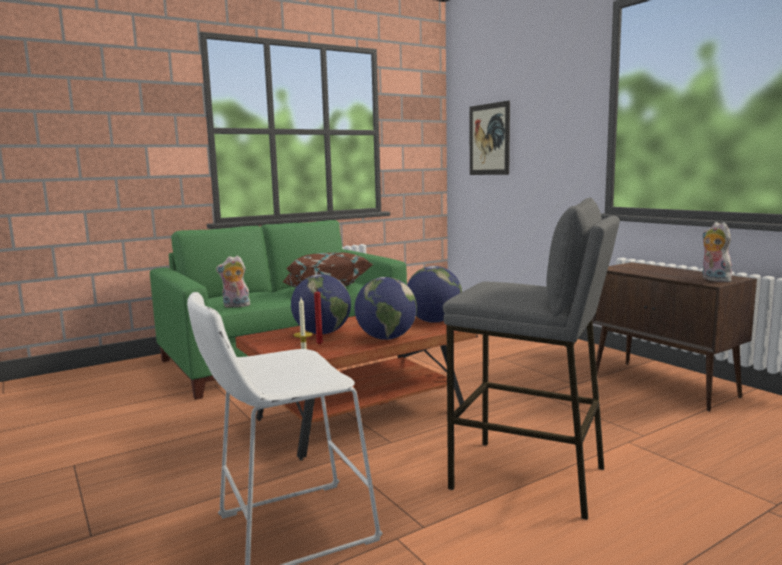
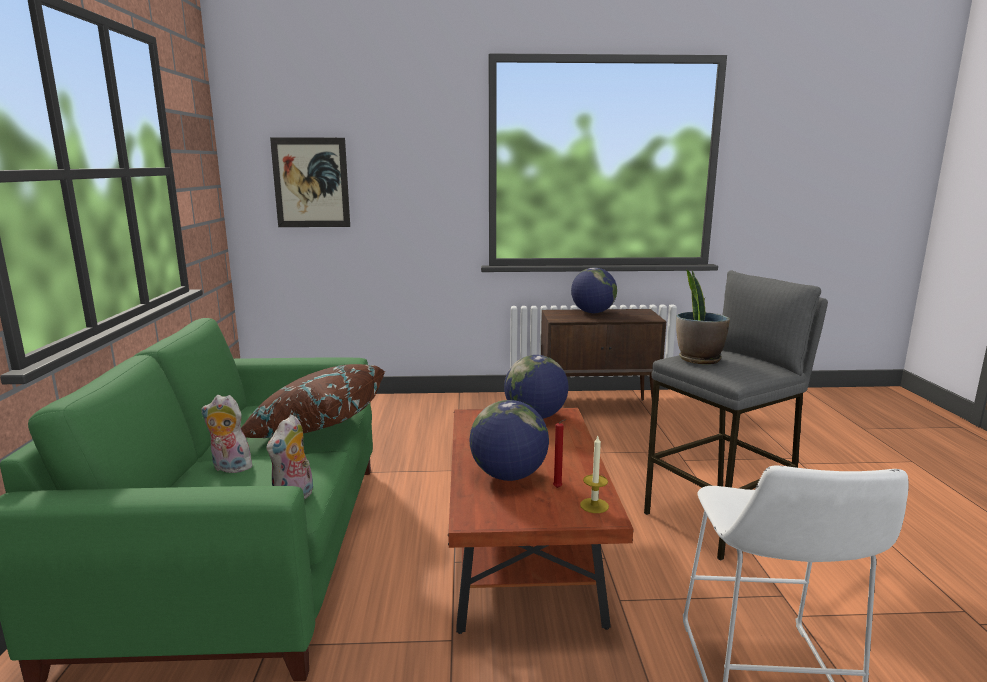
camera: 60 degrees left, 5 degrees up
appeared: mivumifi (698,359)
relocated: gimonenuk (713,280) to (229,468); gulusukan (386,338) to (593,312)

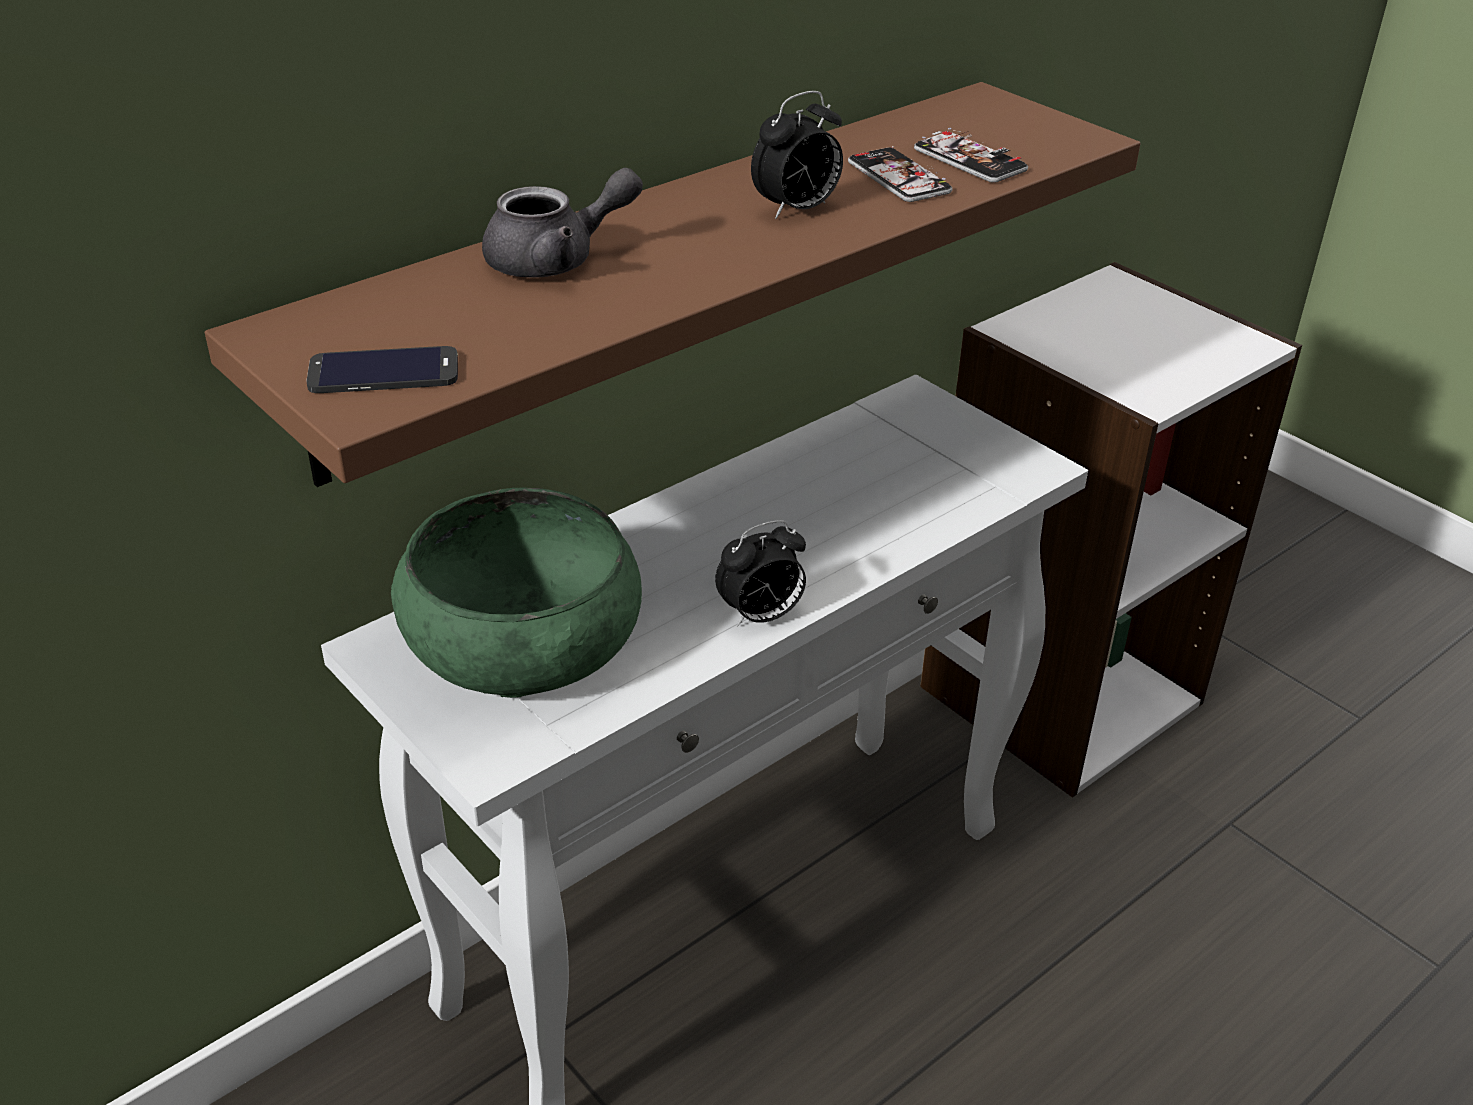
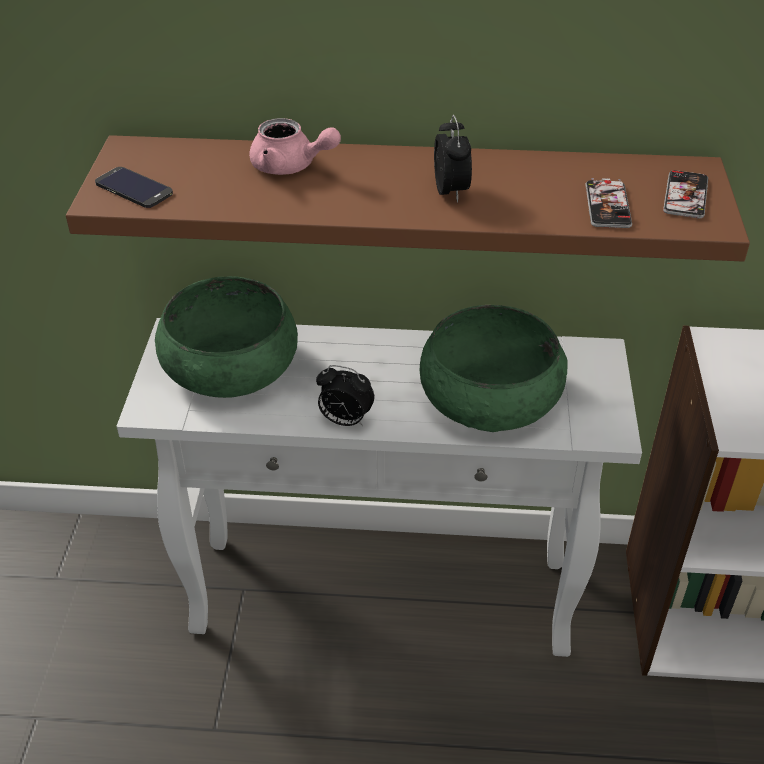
camera: 45 degrees right, 5 degrees up
appeared: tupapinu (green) (490,396)
relocated: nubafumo (898,177) to (685,195)
colour: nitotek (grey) (556,260) to nitotek (pink) (290,166)
spun: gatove (796,210) = (451,192) 105 degrees counterclockwise

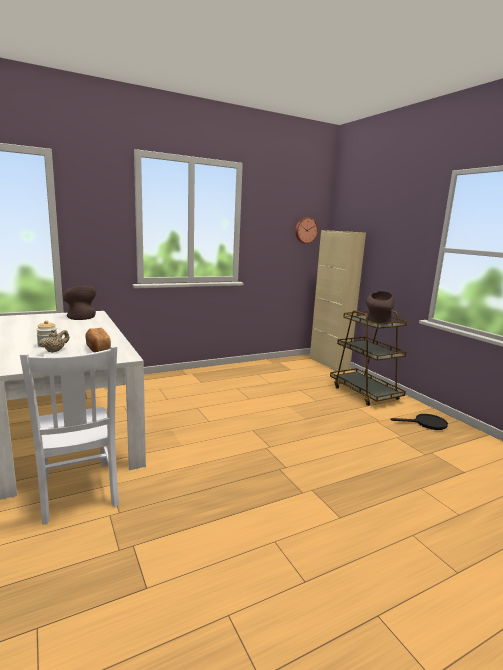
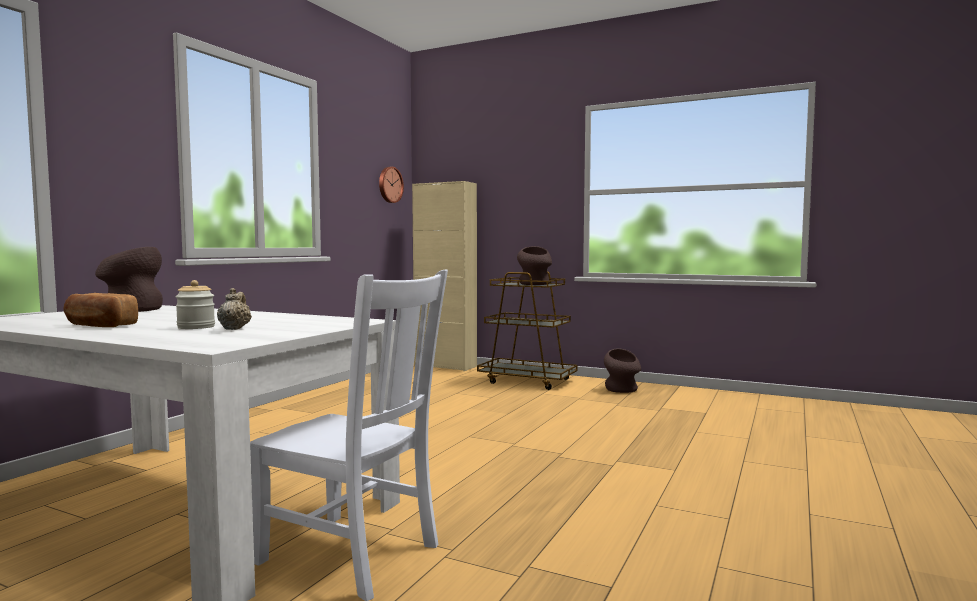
camera: 35 degrees left, 10 degrees down
relocated: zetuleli (97,348) to (99,325)
exchanged: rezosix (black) (426,423) to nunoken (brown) (622,390)

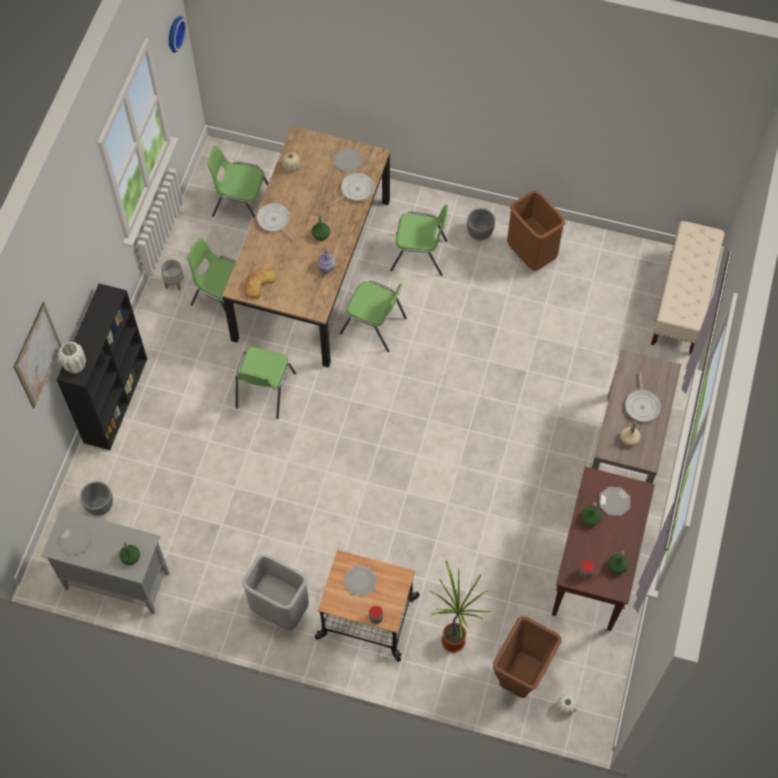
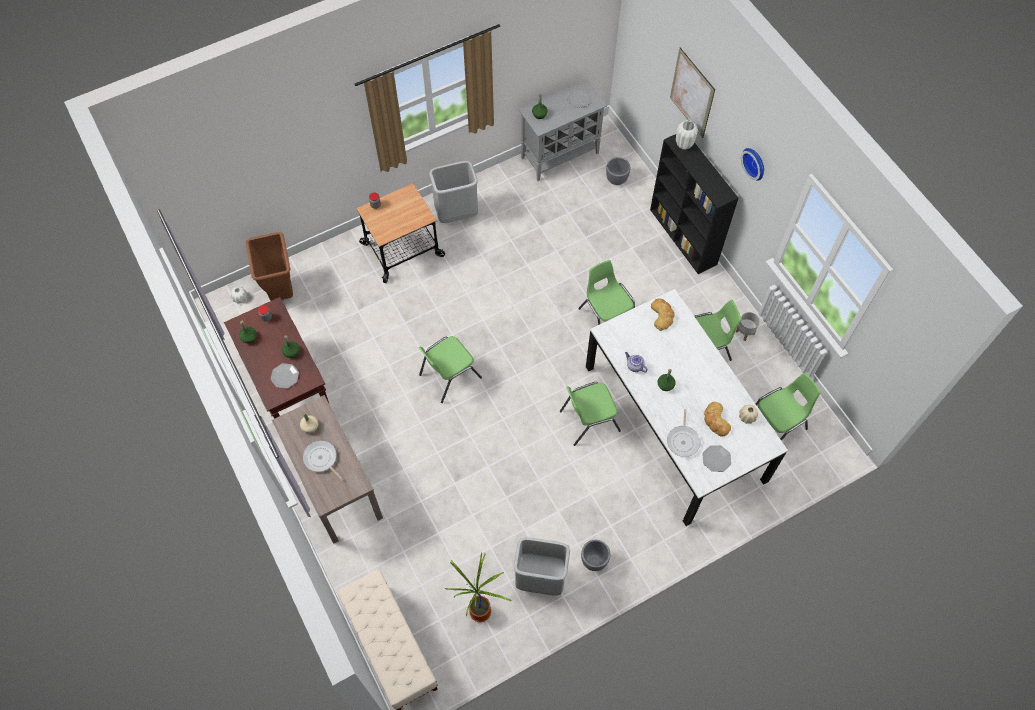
camera: 135 degrees right, 0 degrees up
missing: rezosix (275,221); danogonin (360,581)
appeared: zetuleli (716,420)
relocated: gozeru (174,33) to (755,163); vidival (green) (420,255) to (449,376); mivumifi (453,639) to (481,613)
colour: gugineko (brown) (312,269) to gugineko (white) (673,422); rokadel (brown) (531,254) to rokadel (grey) (540,580)

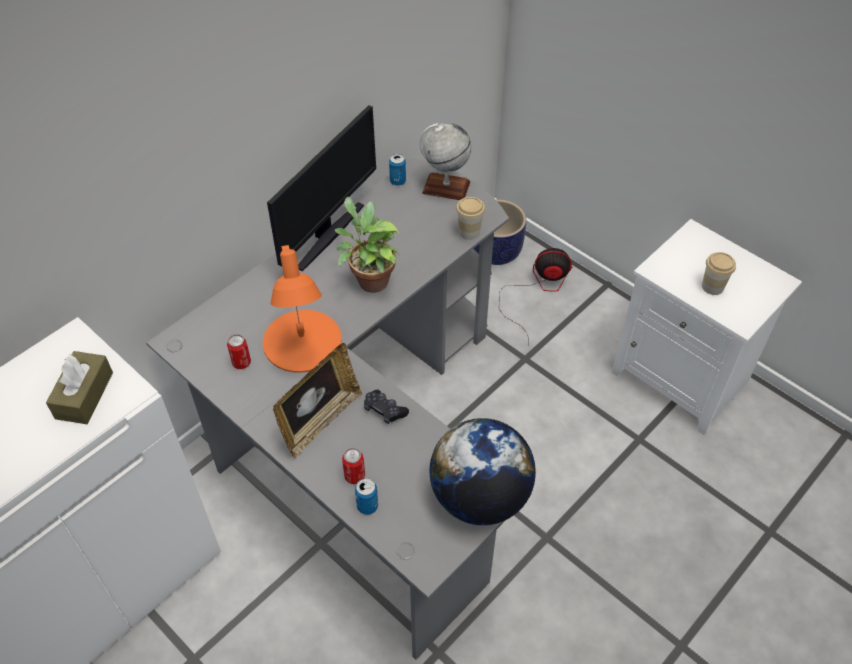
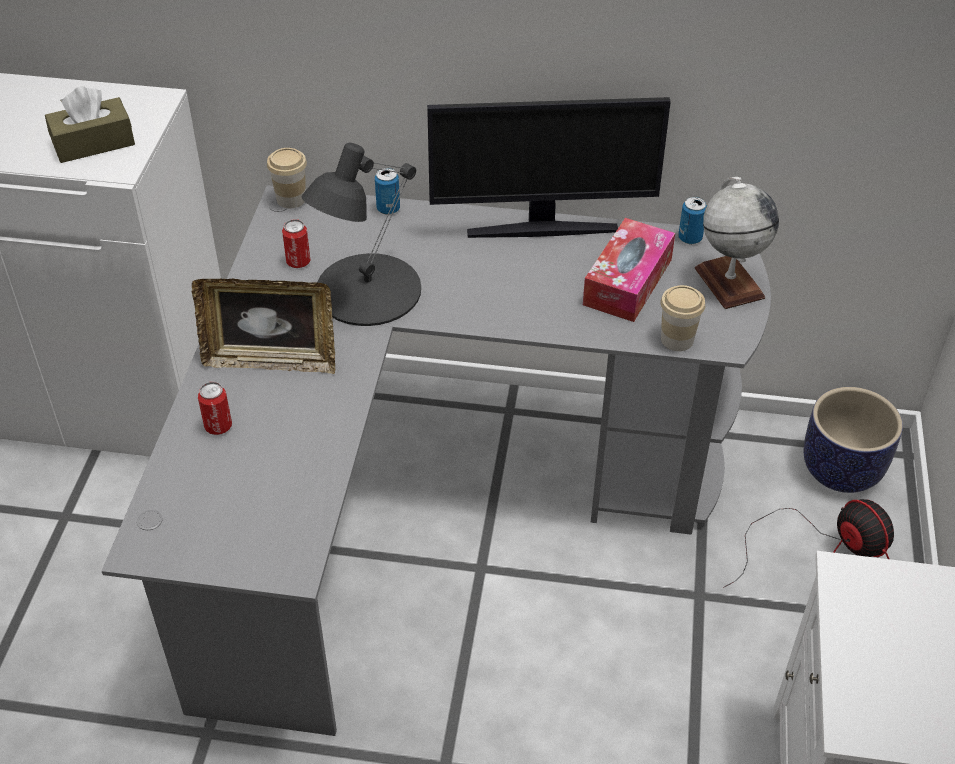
camera: 55 degrees right, 5 degrees down
missing: mivumifi (370,280); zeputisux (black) (384,410); gulusukan (479,497)
appeared: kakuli (627,282)
relocated: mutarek (712,287) to (291,199); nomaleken (367,506) to (388,209)
colour: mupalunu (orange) (301,342) to mupalunu (black) (366,290)

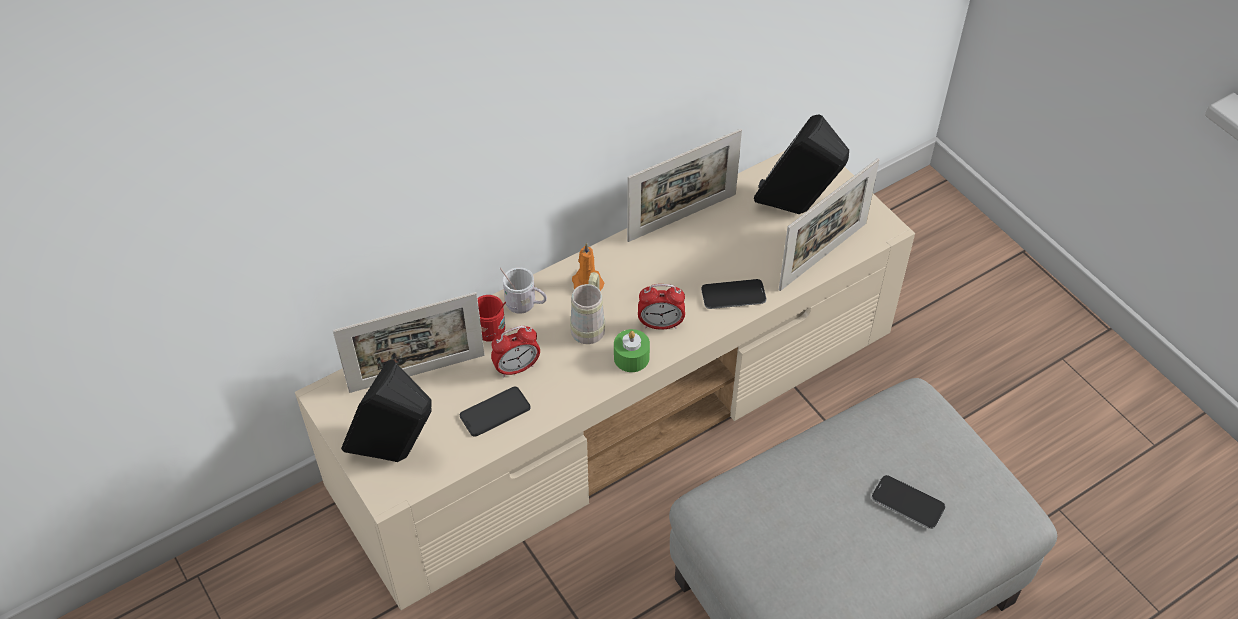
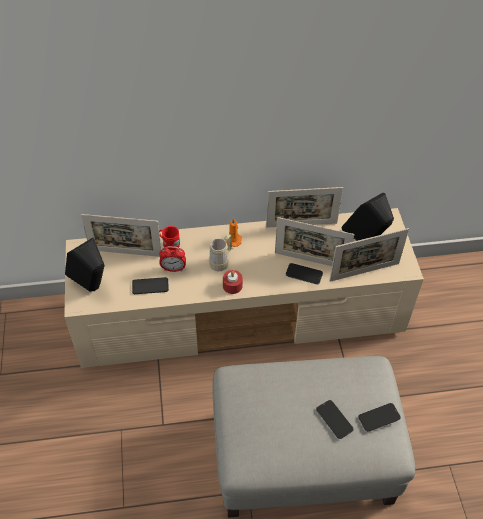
camera: 25 degrees right, 0 degrees up
missing: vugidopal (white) (525,305); gatove (660,324)
appeared: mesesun (310,261); nubafumo (379,417)
colour: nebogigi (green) (631,357) to nebogigi (red) (232,285)

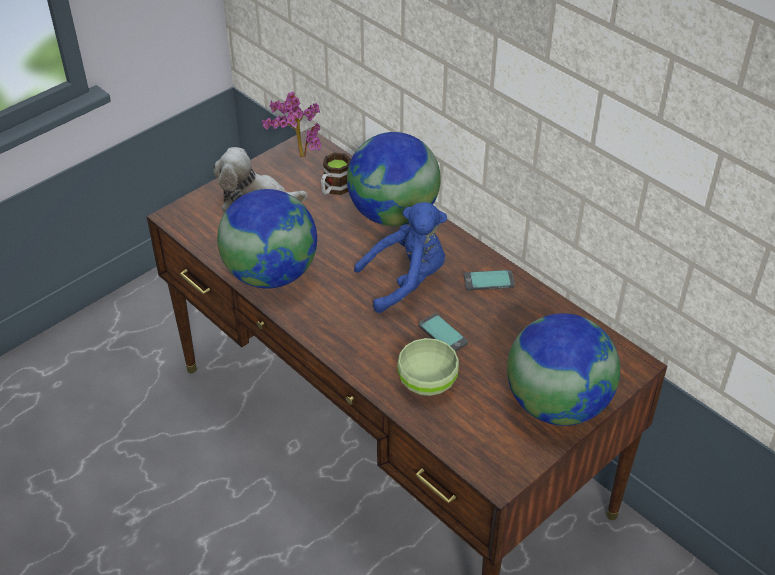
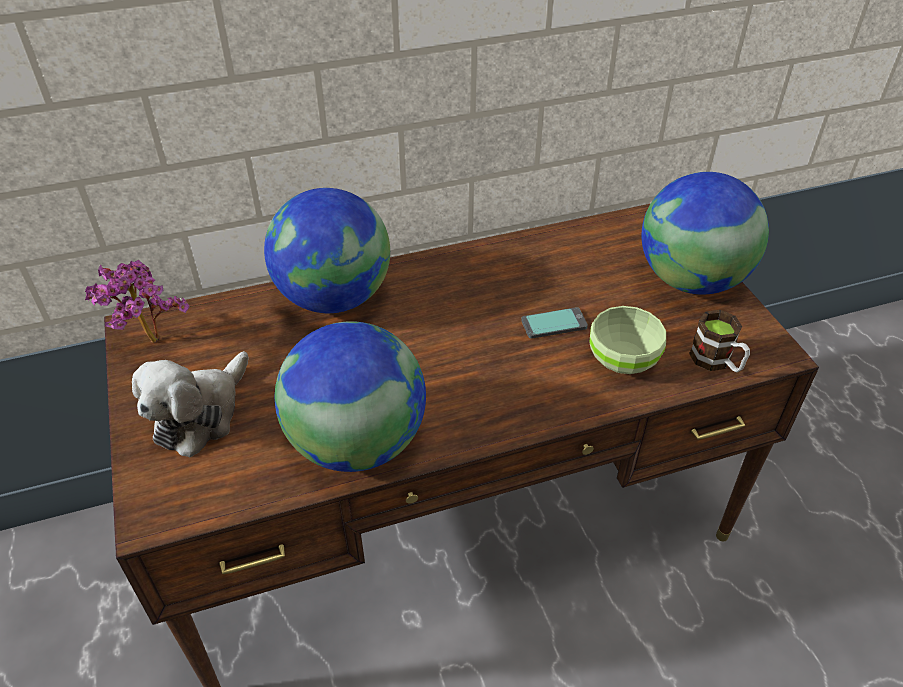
camera: 65 degrees left, 0 degrees up
missing: gimonenuk (blue) (406,281); nubafumo (488,281)
relocated: vugidopal (334,189) to (716,362)

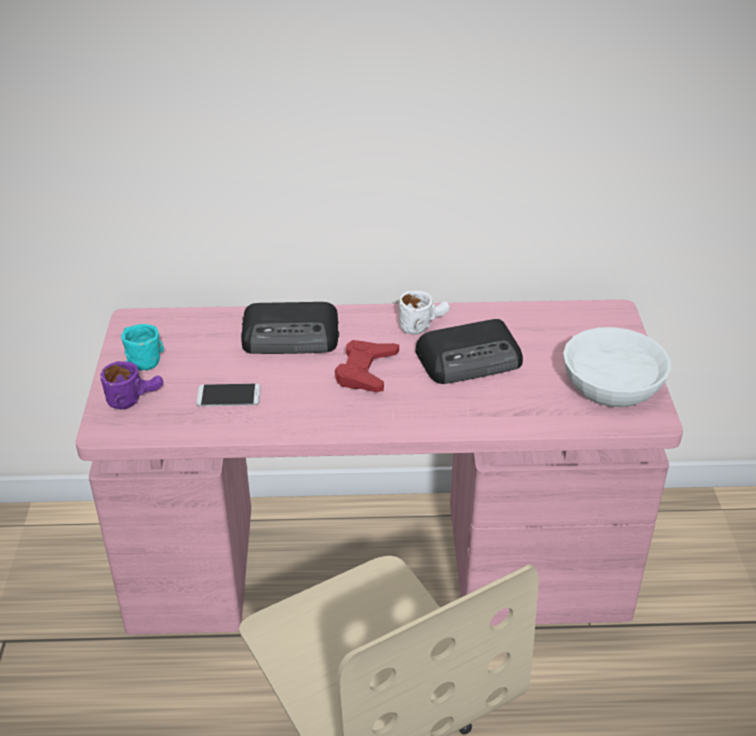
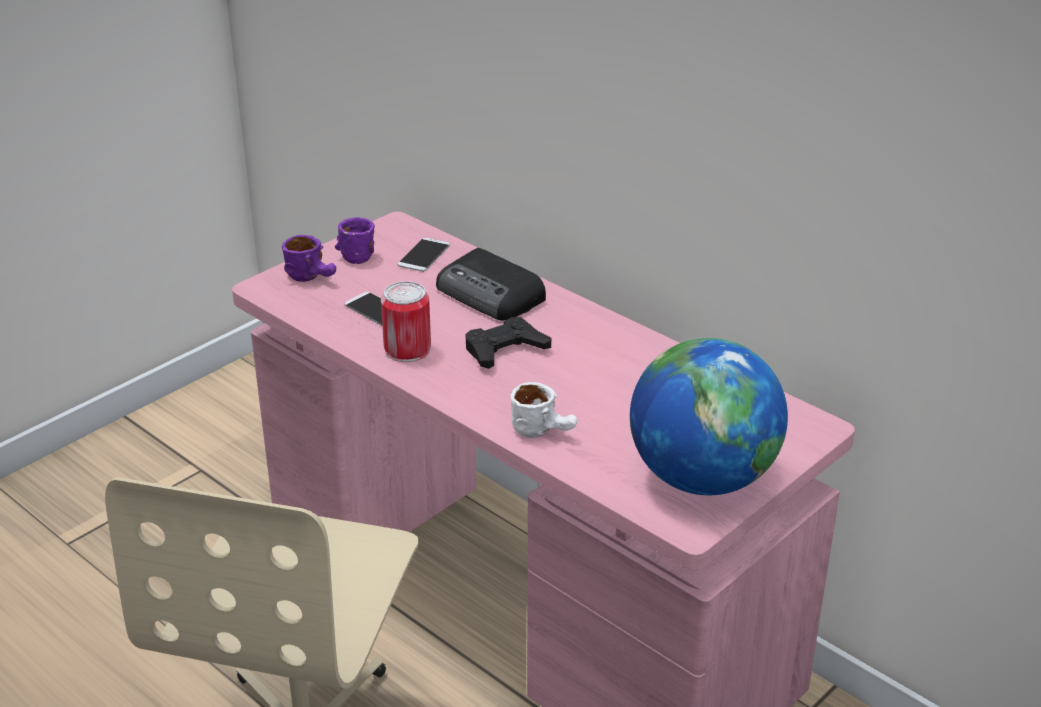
camera: 45 degrees right, 5 degrees down
missing: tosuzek (471,359)
appeared: nubafumo (424,255); nomaleken (407,349)
relocated: vugidopal (white) (423,324) to (544,431)
exchanged: tupapinu (white) (611,383) to gulusukan (702,478)
colour: vugidopal (turquoise) (138,358) to vugidopal (purple) (358,252); zeputisux (red) (366,371) to zeputisux (black) (505,350)

